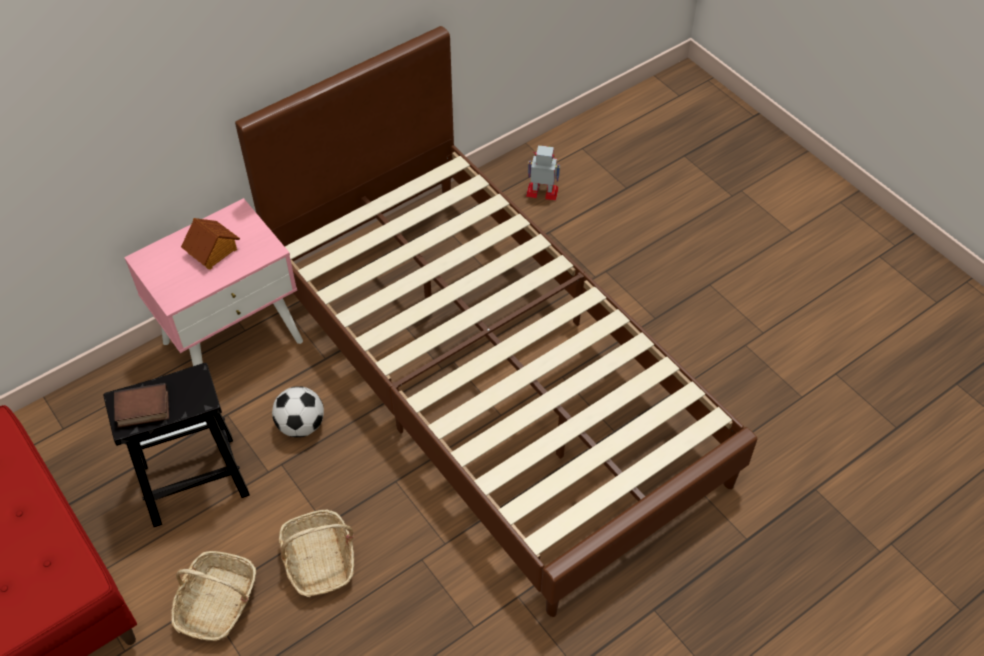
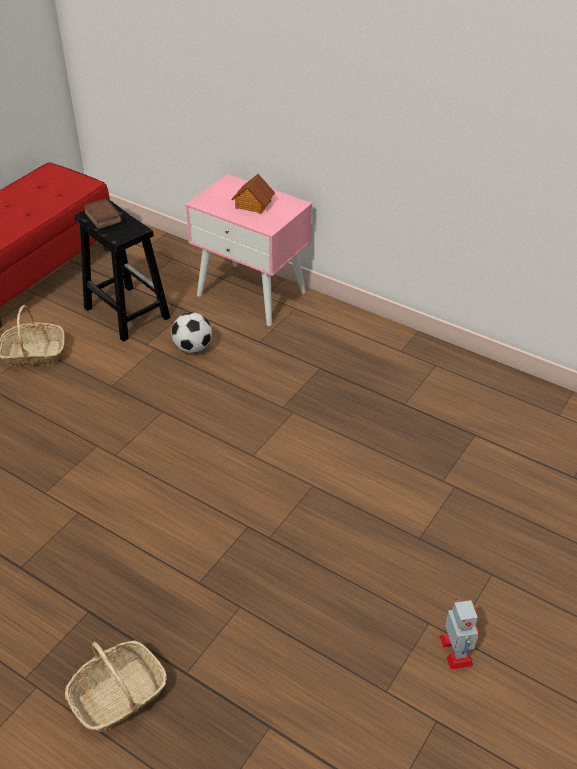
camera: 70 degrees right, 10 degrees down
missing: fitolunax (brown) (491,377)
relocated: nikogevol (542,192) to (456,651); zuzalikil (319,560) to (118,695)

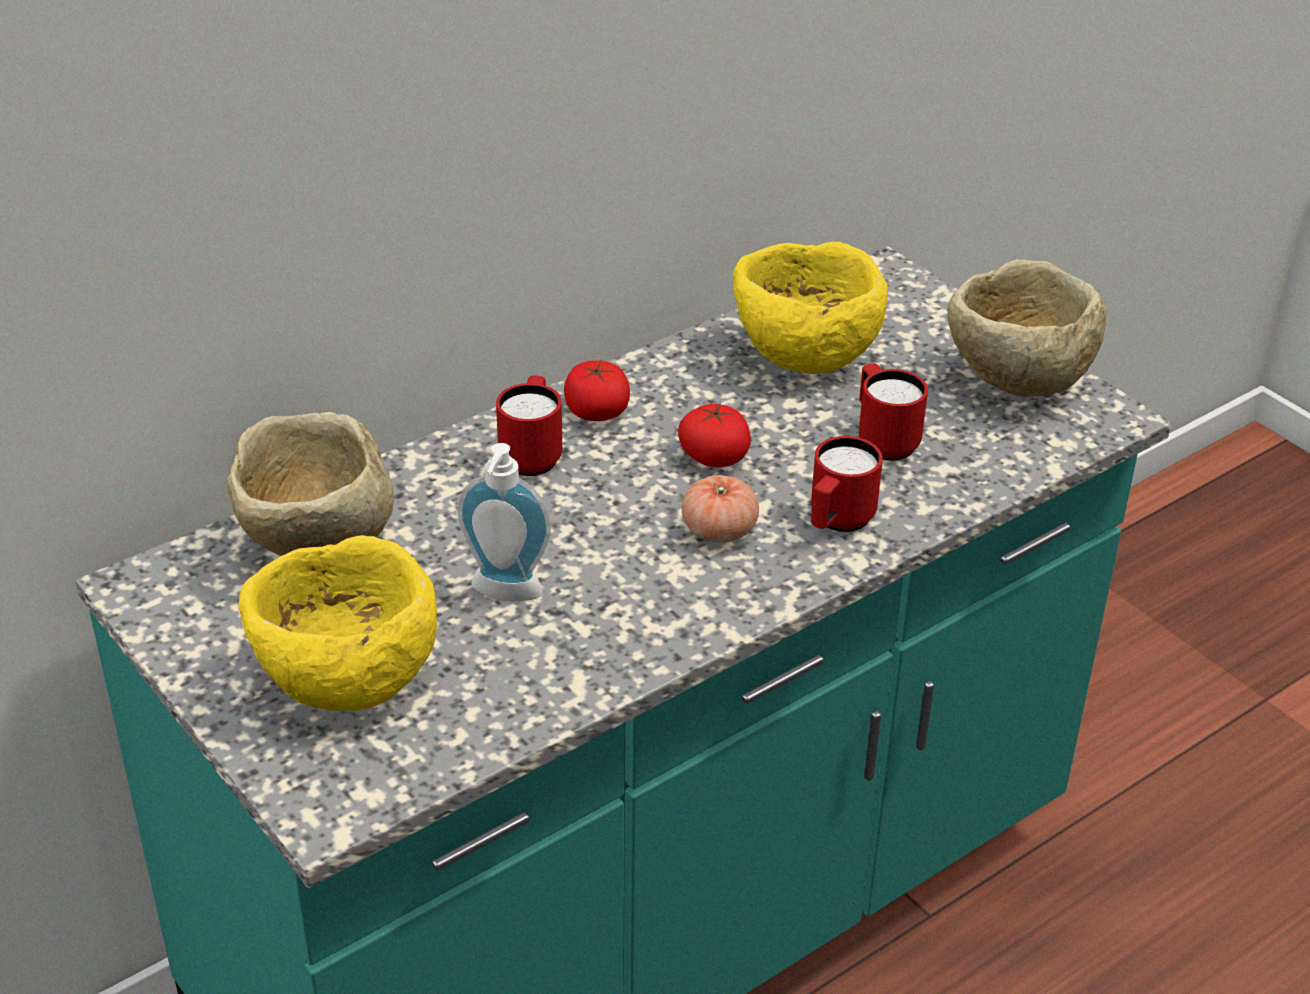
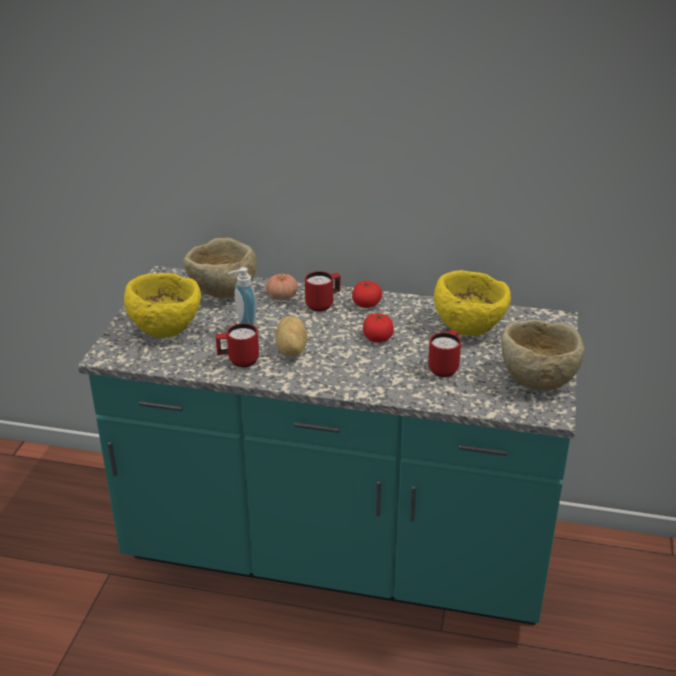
camera: 50 degrees right, 5 degrees down
appeared: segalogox (290,350)
relocated: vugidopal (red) (837,522) to (238,361); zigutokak (719,530) to (282,296)

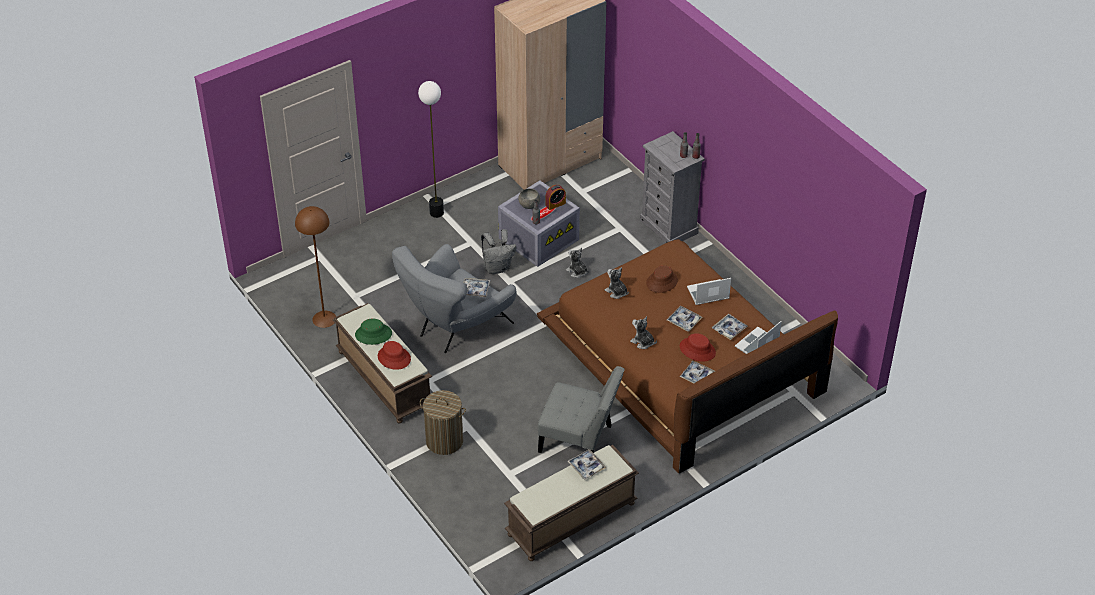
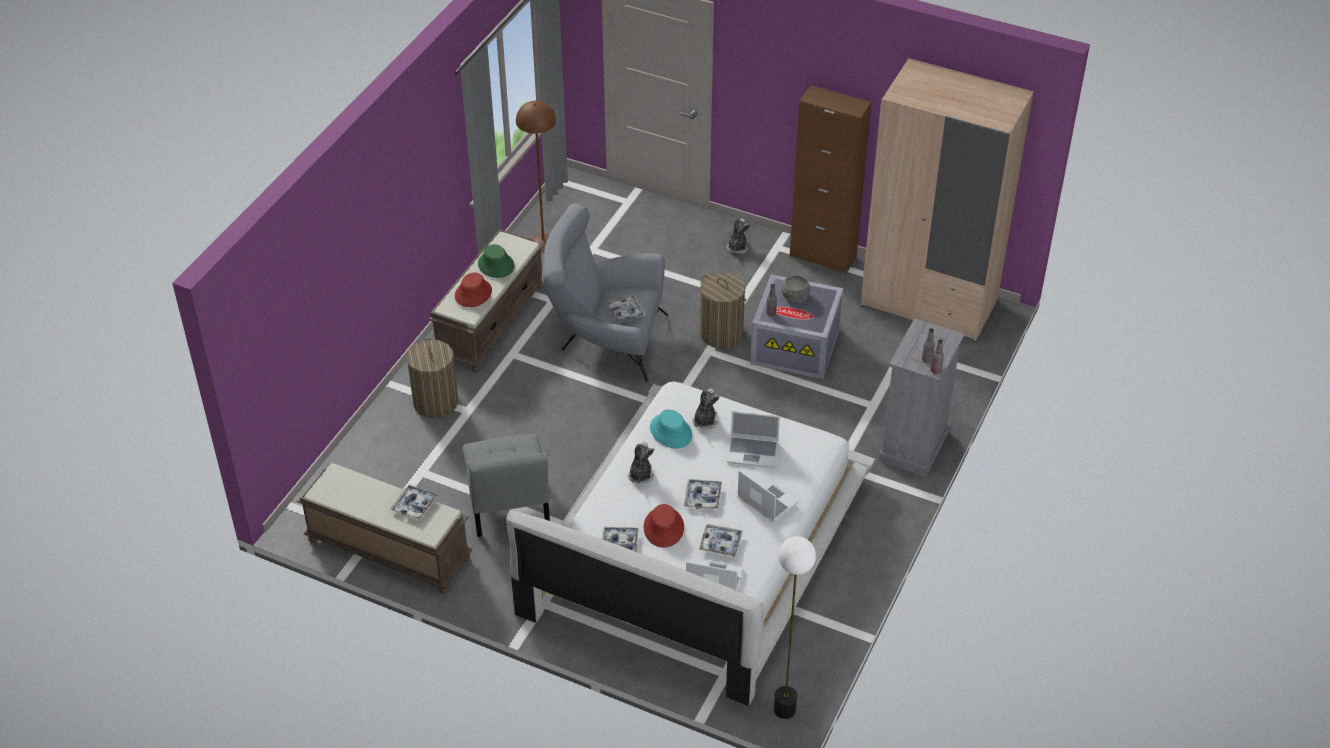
camera: 60 degrees right, 0 degrees up
missing: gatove (555,204)
appeared: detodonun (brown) (822,256); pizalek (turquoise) (671,431)
relocated: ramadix (436,212) to (785,709); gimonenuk (577,272) to (737,247)
exchanged: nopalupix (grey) (497,268) to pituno (721,334); pizalek (brown) (661,282) to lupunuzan (753,452)
colour: fitolunax (brown) (681,360) to fitolunax (white) (697,546)

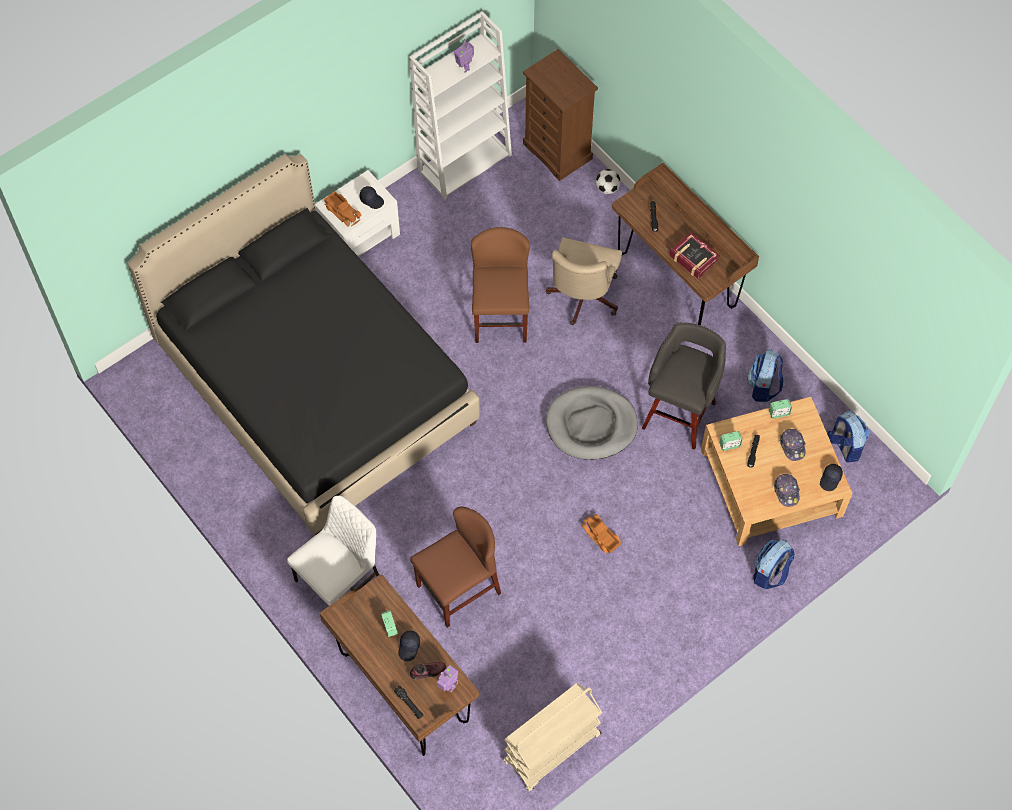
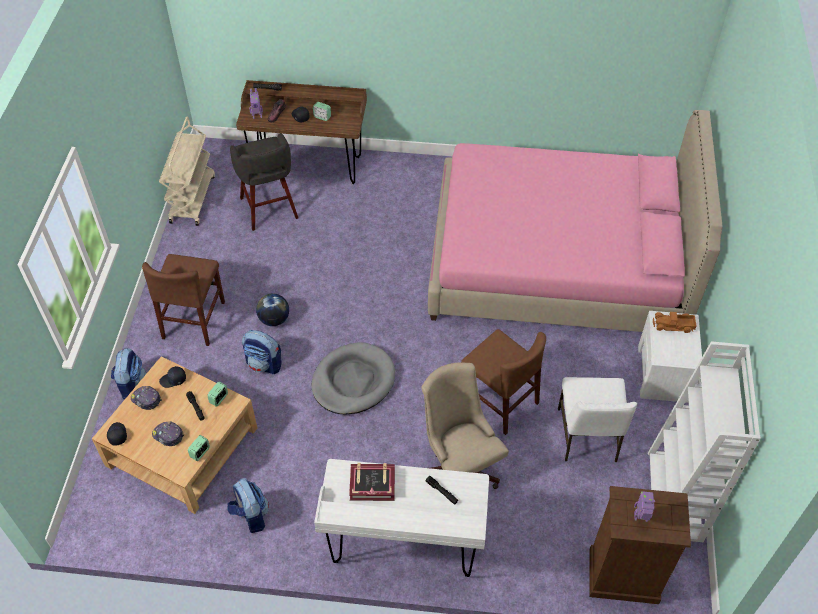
camera: 135 degrees right, 10 degrees down
missing: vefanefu (607,188)
relocated: nikogevol (464,67) to (641,518); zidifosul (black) (372,200) to (173,380); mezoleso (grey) (680,413) to (269,209); nopalupix (844,446) to (264,364); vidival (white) (340,579) to (588,436); vidival (brown) (458,589) to (194,320)
exchanged: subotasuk (600,536) to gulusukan (274,319)
colour: fitolunax (black) (315,383) to fitolunax (pink) (557,263); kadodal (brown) (676,280) to kadodal (white) (404,546)

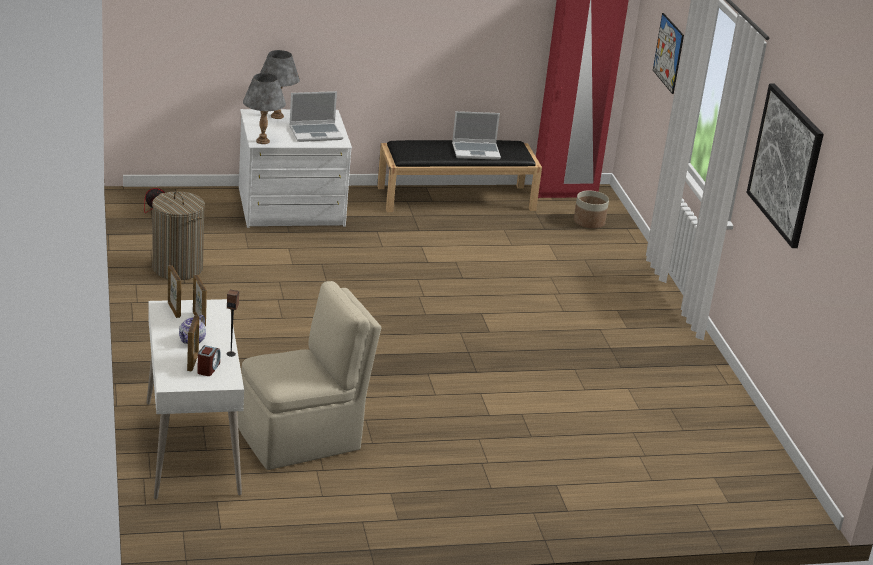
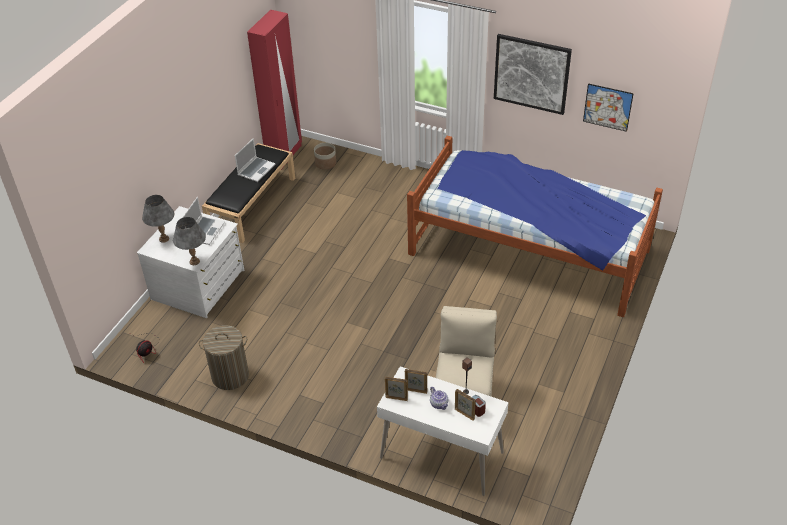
camera: 50 degrees left, 15 degrees up
appeared: fitolunax (529,251)
relocated: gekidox (668,53) to (607,107)

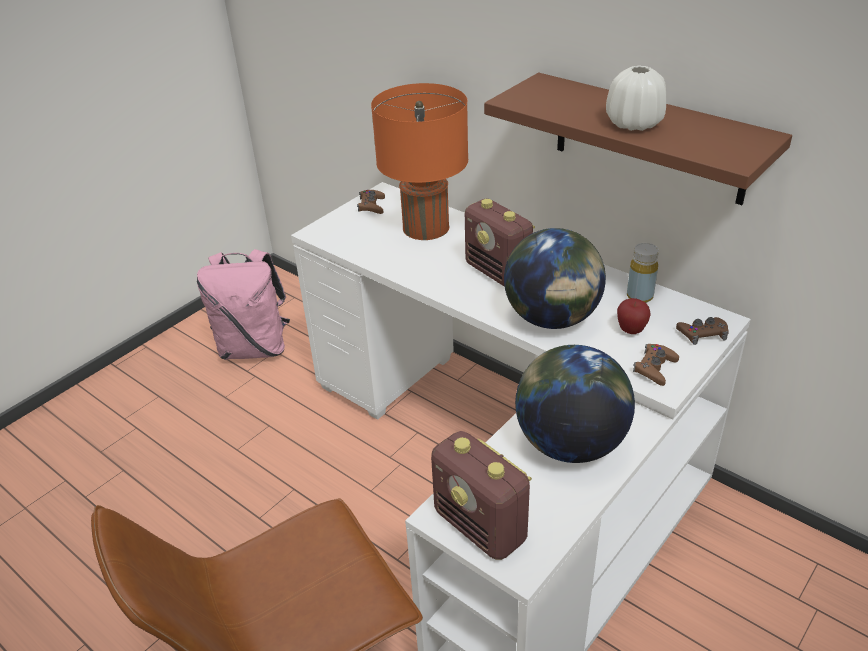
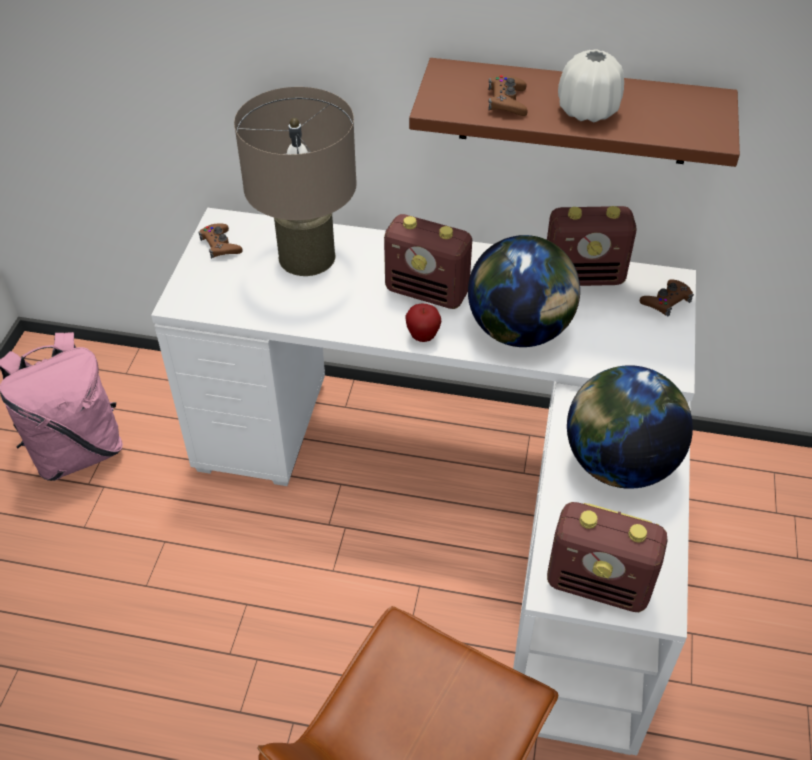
camera: 30 degrees left, 10 degrees up
relocated: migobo (631,330) to (423,336); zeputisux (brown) (655,368) to (507,101)
exchanged: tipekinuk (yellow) (639,296) to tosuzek (584,277)
colour: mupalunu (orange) (425,227) to mupalunu (beige) (306,257)

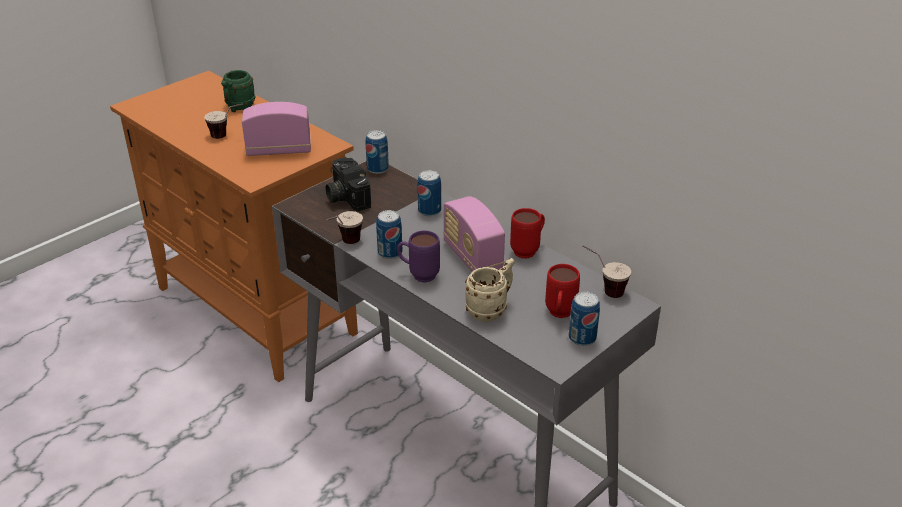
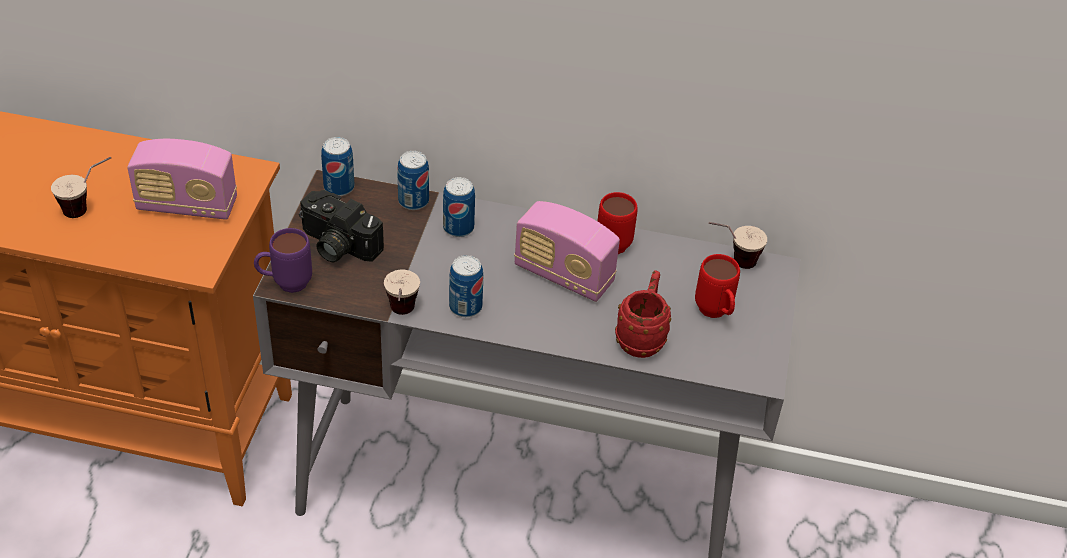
camera: 35 degrees left, 10 degrees up
missing: vugidopal (green) (238,108)
relocated: vugidopal (purple) (418,275) to (285,284); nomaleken (582,338) to (413,201)
colour: vugidopal (beige) (491,309) to vugidopal (red) (642,337)
spun: tosuzek (279,150) = (187,206) 135 degrees counterclockwise

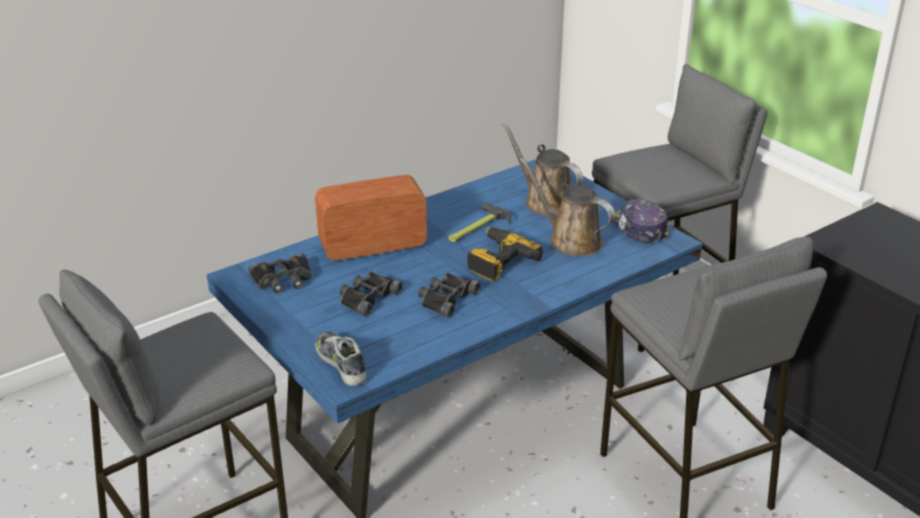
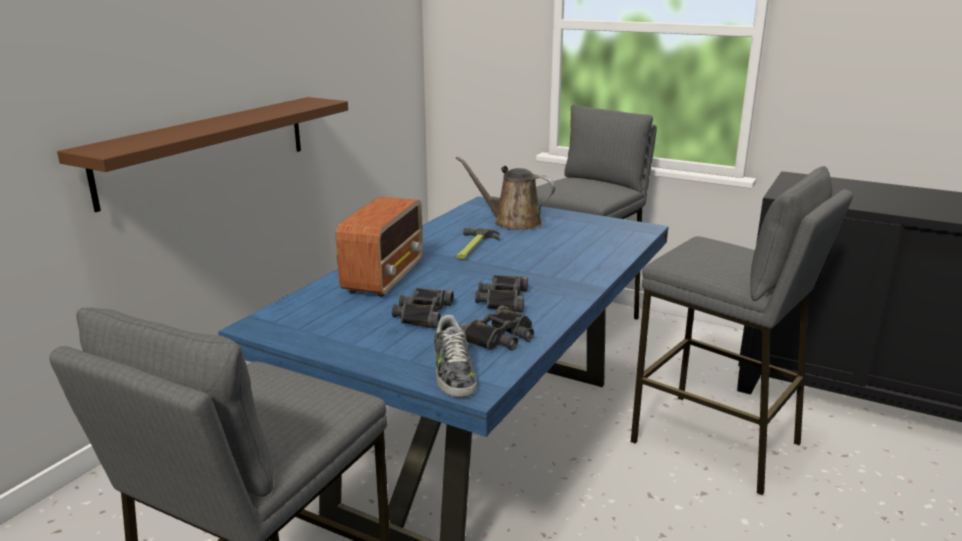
camera: 25 degrees left, 10 degrees down
missing: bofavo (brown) (571,240); zidifosul (638,229); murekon (497,261)
appeared: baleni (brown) (207,148)
relocated: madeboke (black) (283,280) to (500,337)
spun: tosuzek (371,246) = (385,276) 150 degrees clockwise; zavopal (342,363) = (453,372) 135 degrees counterclockwise

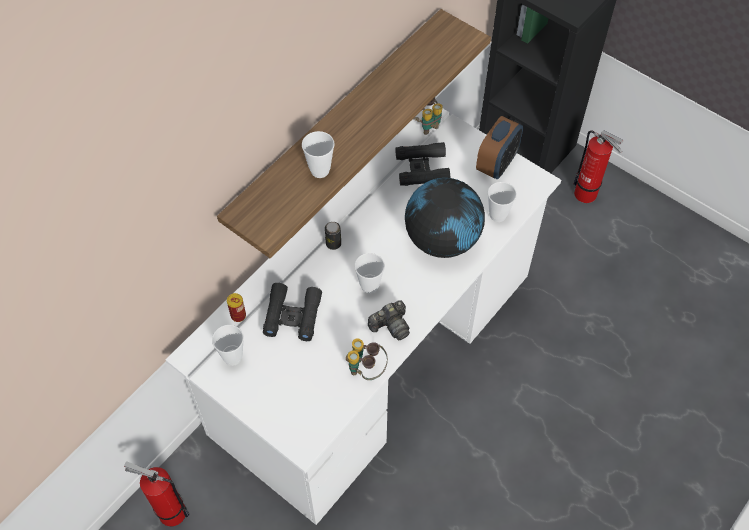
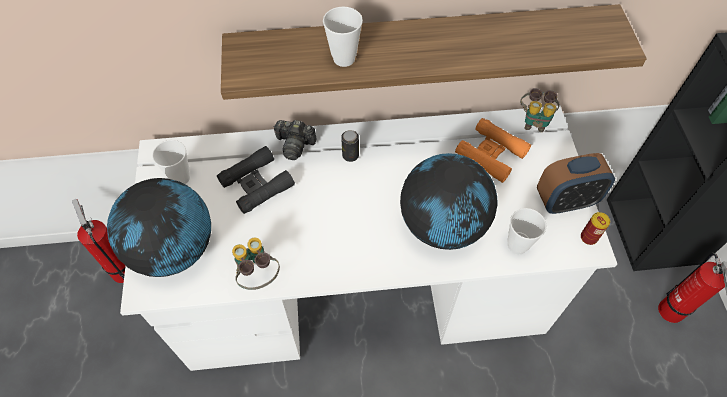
camera: 45 degrees right, 0 degrees up
missing: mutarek (369,286)
appeared: gulusukan (174,250)
relocated: nomaleken (238,315) to (588,237); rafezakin (390,326) to (295,145)
colour: madeboke (black) (422,168) to madeboke (orange) (491,154)

